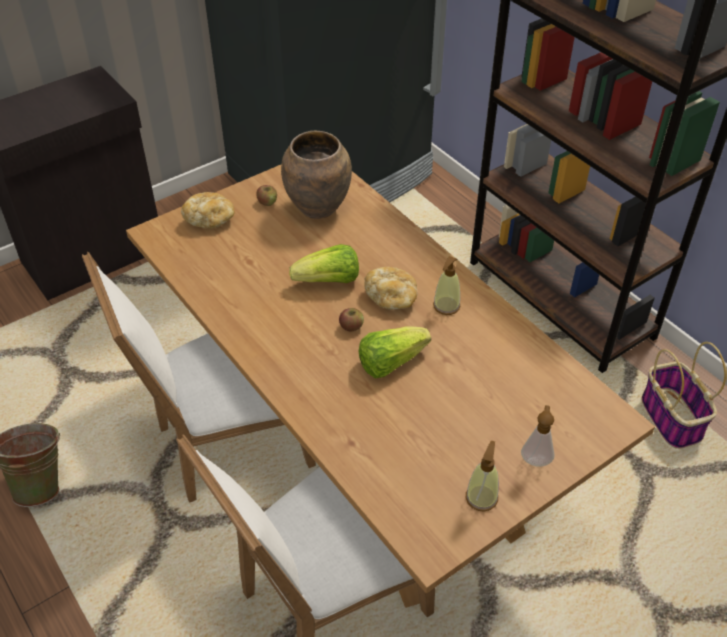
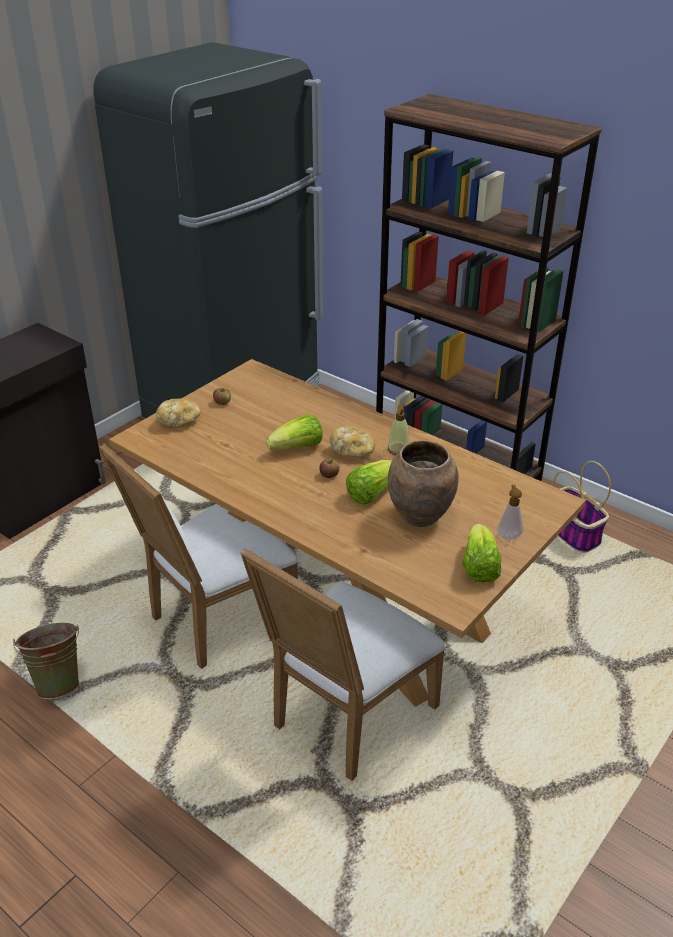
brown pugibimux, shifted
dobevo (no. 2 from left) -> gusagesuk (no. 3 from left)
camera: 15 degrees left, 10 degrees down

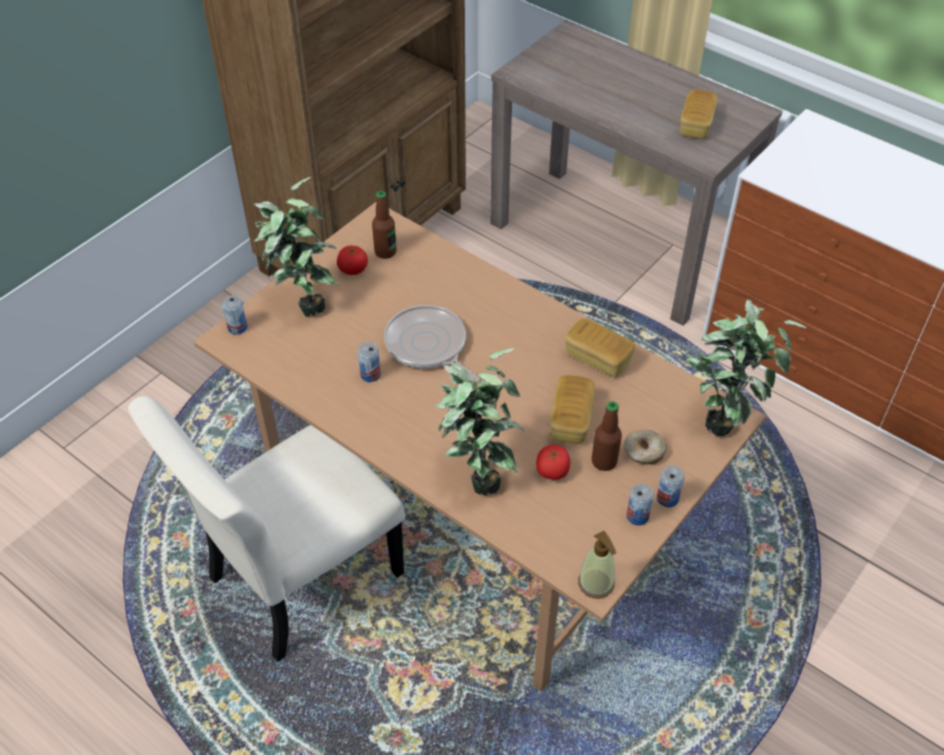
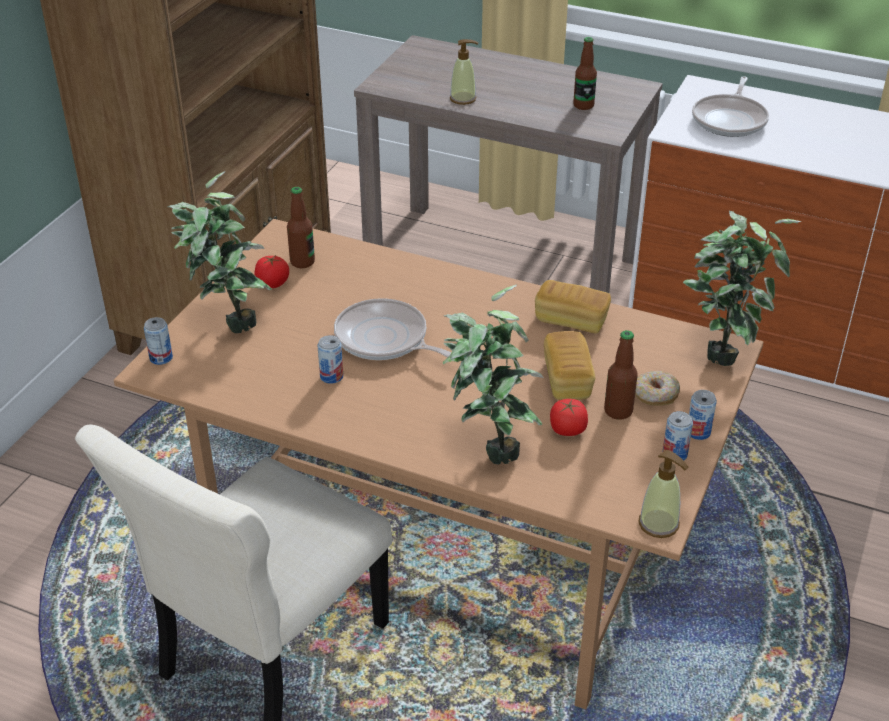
none -> dobevo (no. 1 from left)
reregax (no. 3 from left) -> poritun (no. 2 from left)
none -> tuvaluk (no. 2 from left)
camera: 15 degrees left, 10 degrees down

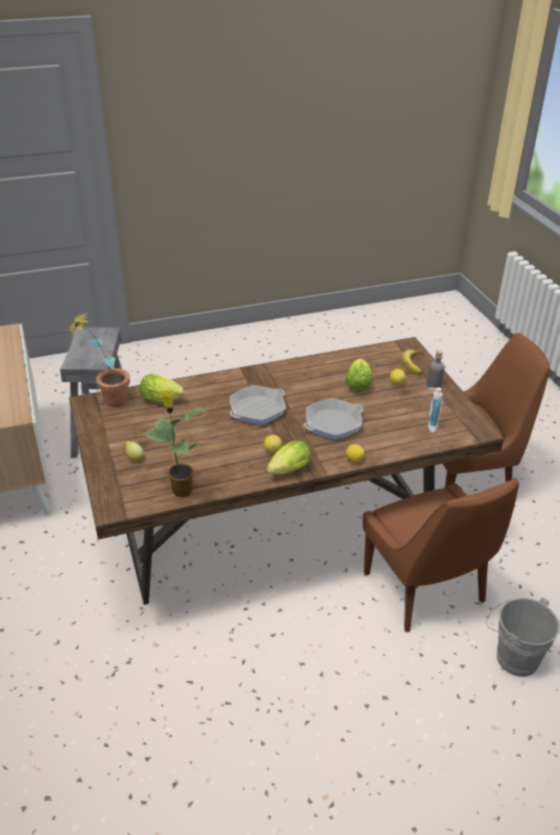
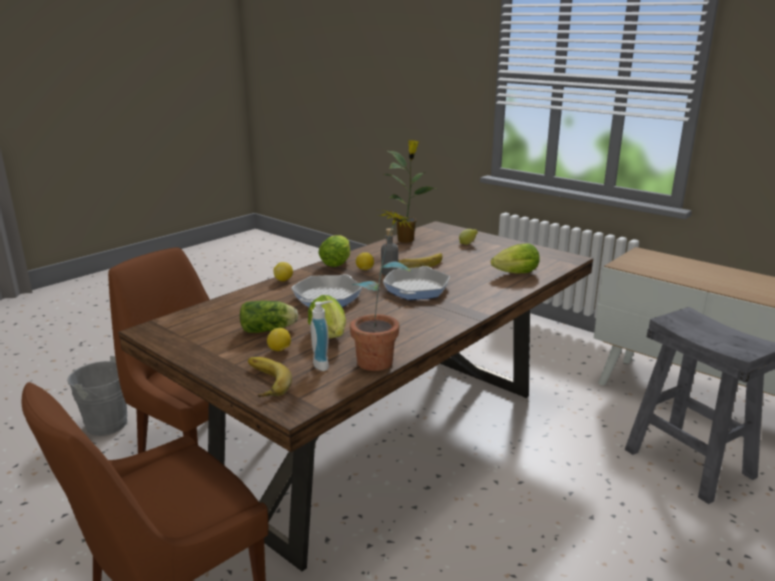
none -> gusagesuk (no. 1 from left)
dobevo, shifted
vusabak (no. 1 from left), shifted
grey poritun, shifted
none -> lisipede (no. 2 from left)
camera: 150 degrees right, 15 degrees down

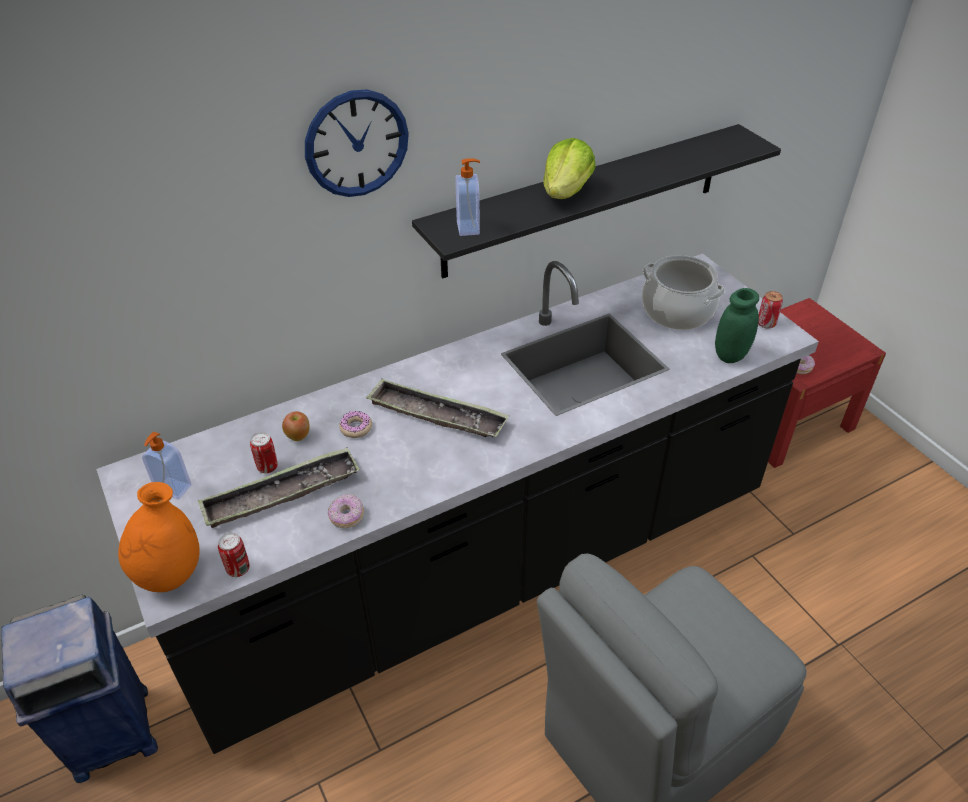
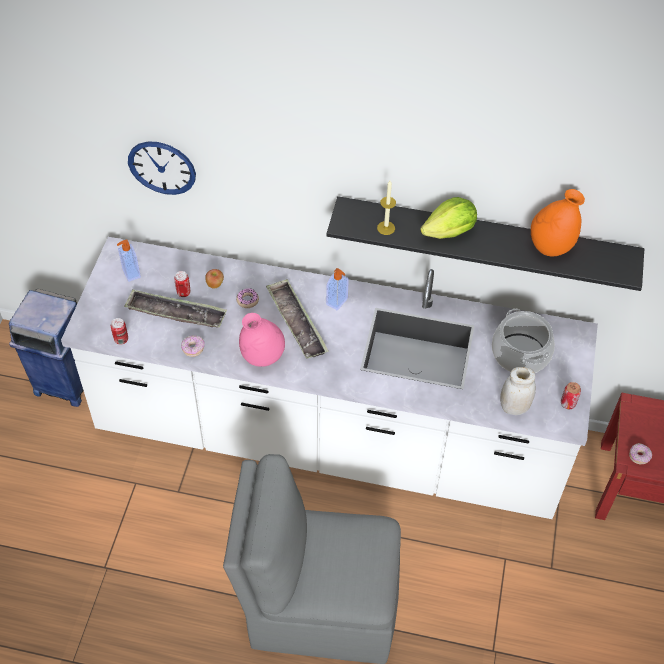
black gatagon -> white gatagon
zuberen, shifted
none -> pink pugibimux
dobevo (no. 2 from left), shifted
none -> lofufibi
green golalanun -> white golalanun
orange pugibimux, shifted
camera: 40 degrees right, 10 degrees up

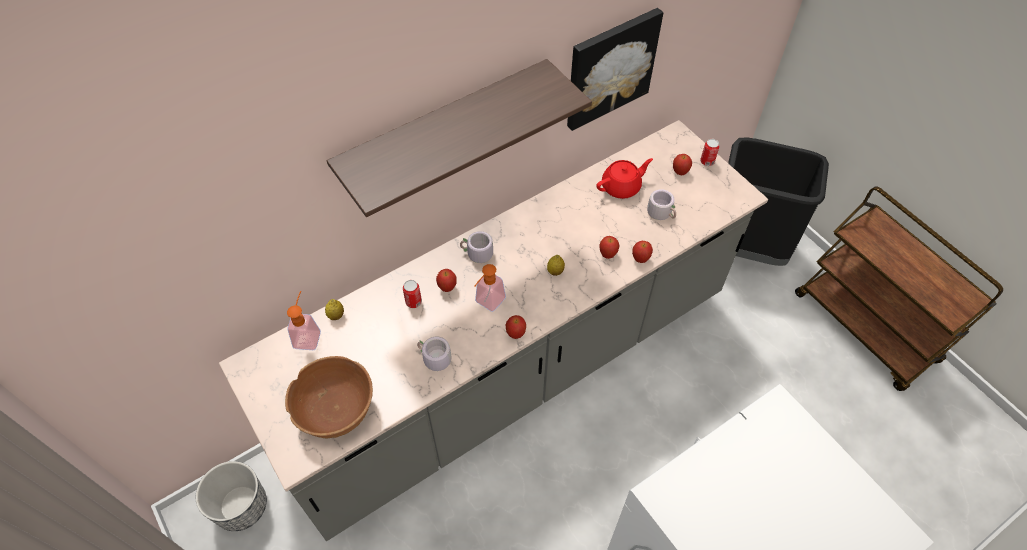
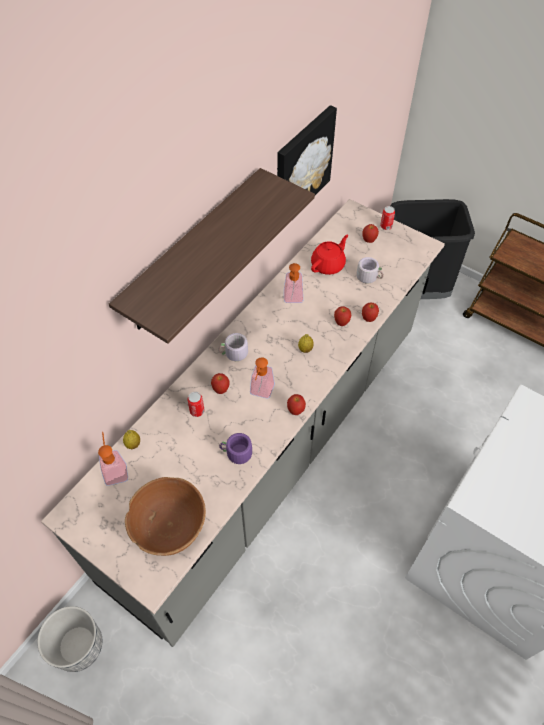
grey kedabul (no. 1 from left) -> purple kedabul
none -> dobevo (no. 3 from left)
camera: 20 degrees left, 0 degrees up

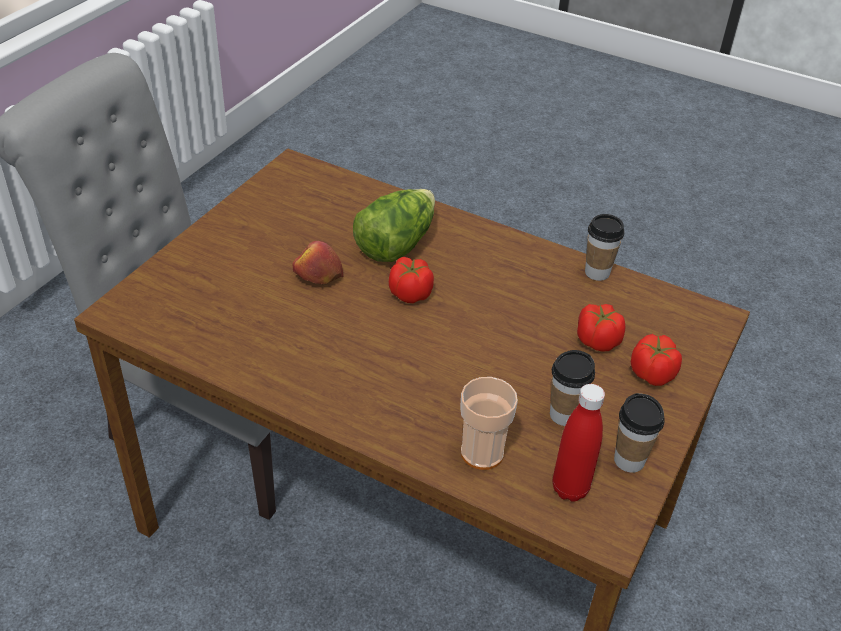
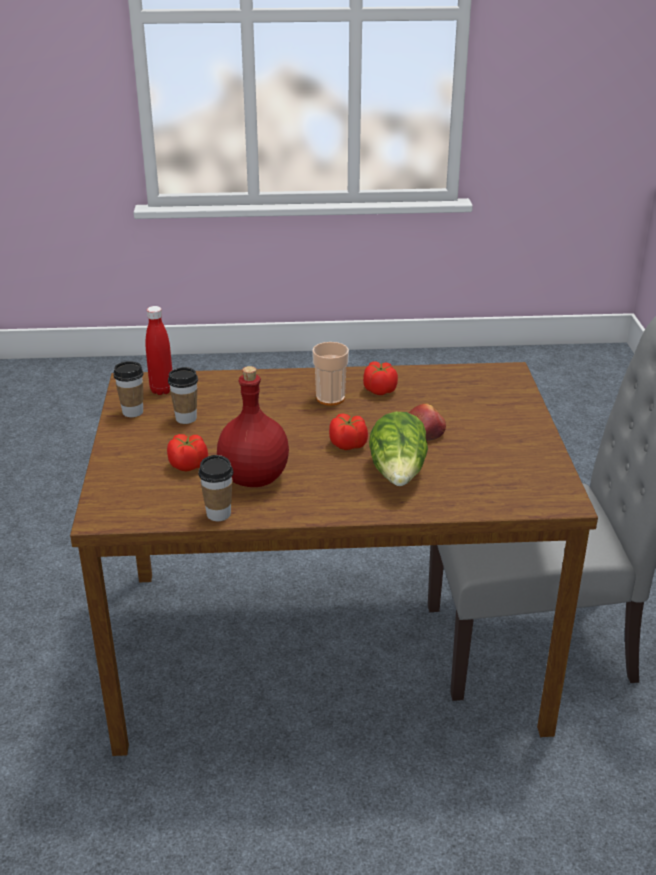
none -> red poritun (no. 2 from left)
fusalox (no. 1 from left in the first image) -> fusalox (no. 4 from left), shifted
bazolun (no. 3 from left), shifted
camera: 150 degrees right, 10 degrees down

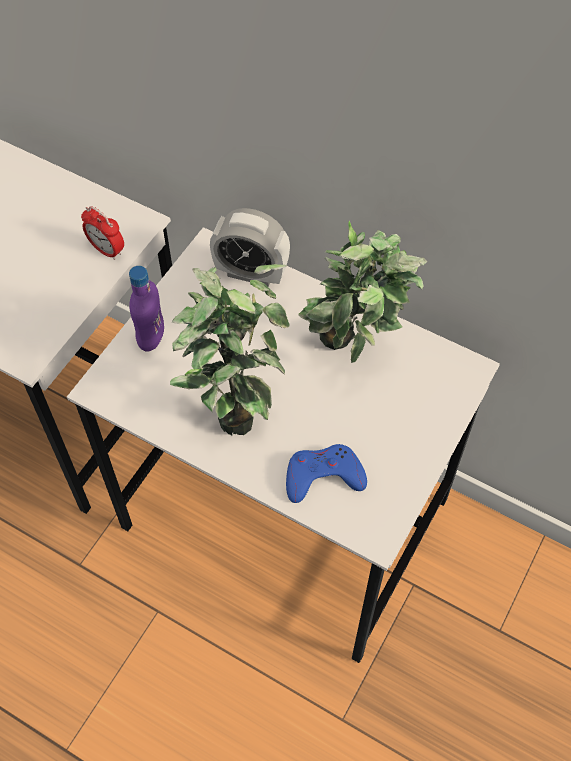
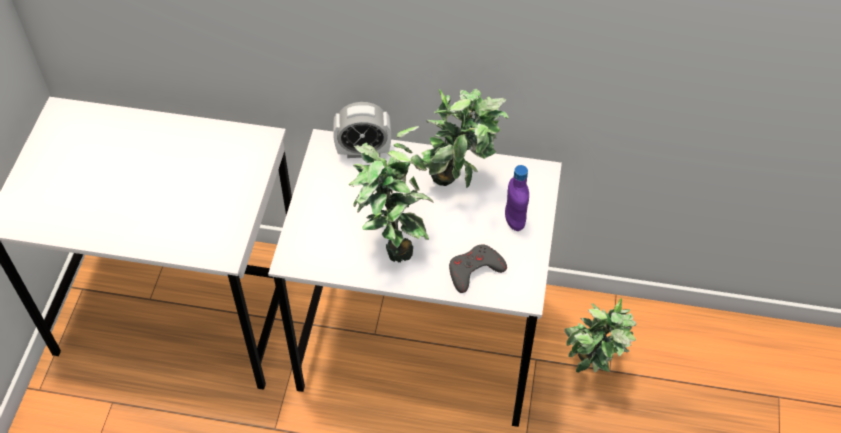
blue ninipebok -> grey ninipebok
purple poritun, shifted
none -> vusabak (no. 3 from left)
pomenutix (no. 1 from left) -> none
camera: 20 degrees left, 5 degrees down

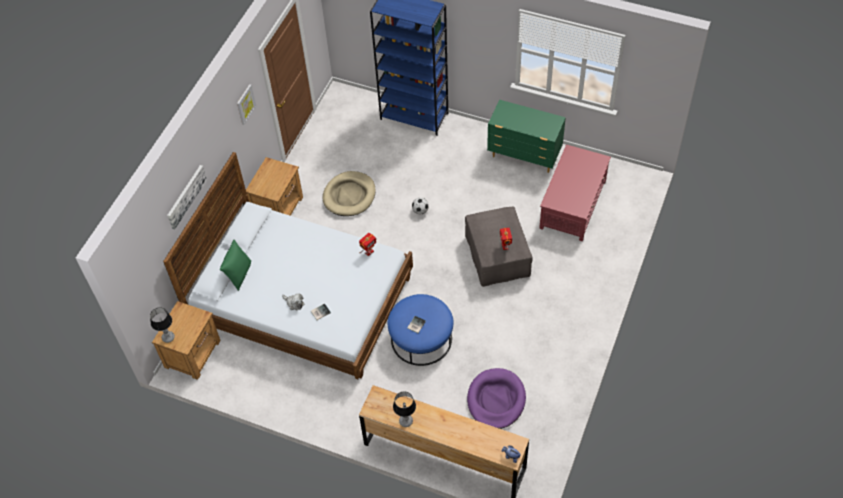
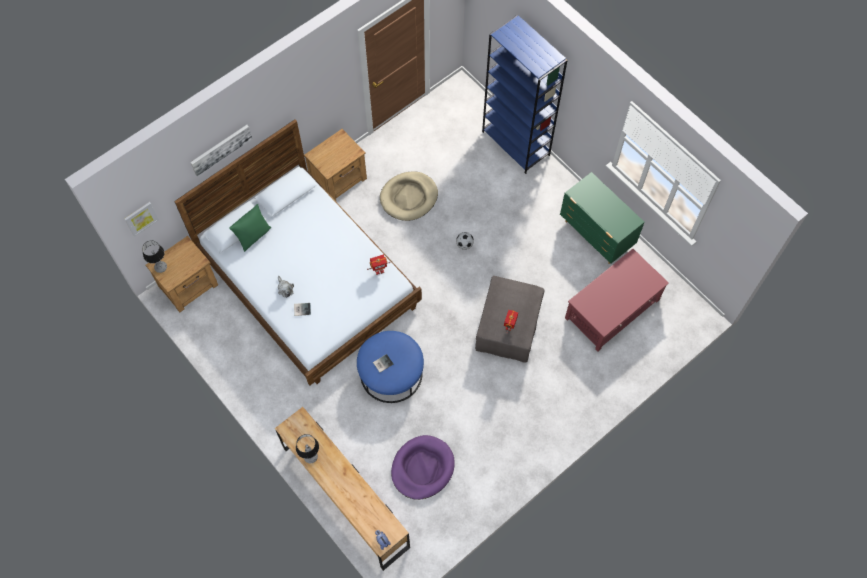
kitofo (no. 2 from left in the first image) -> kitofo (no. 1 from left), shifted
camera: 25 degrees right, 10 degrees up

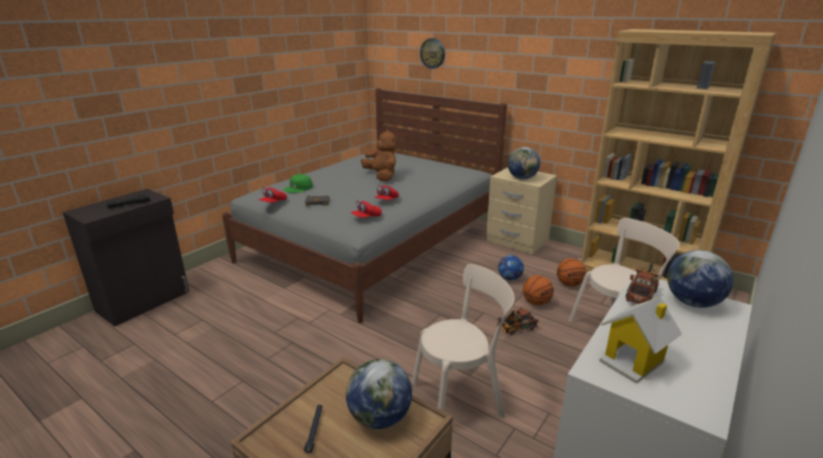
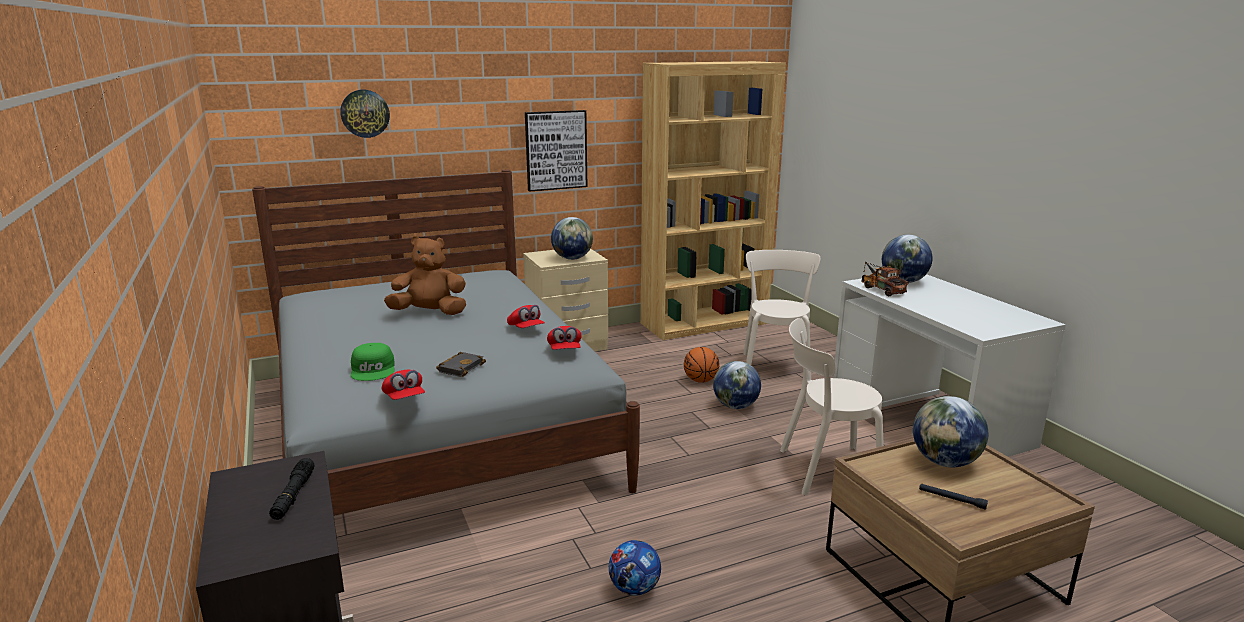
none -> kitofo
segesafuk, shifted
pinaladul (no. 1 from left) -> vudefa (no. 2 from left)
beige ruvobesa (no. 1 from left in the first image) -> beige ruvobesa (no. 2 from left), 105 degrees counterclockwise
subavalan (no. 2 from left) -> none
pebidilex -> none
camera: 60 degrees left, 5 degrees down

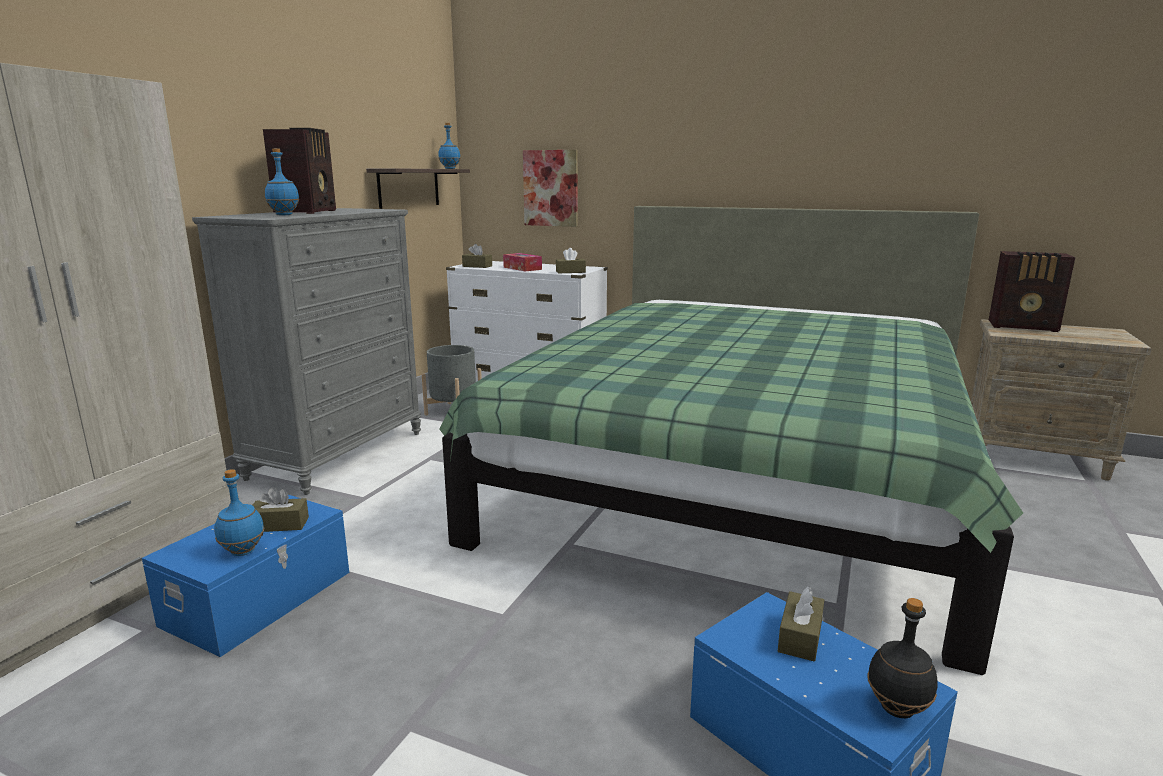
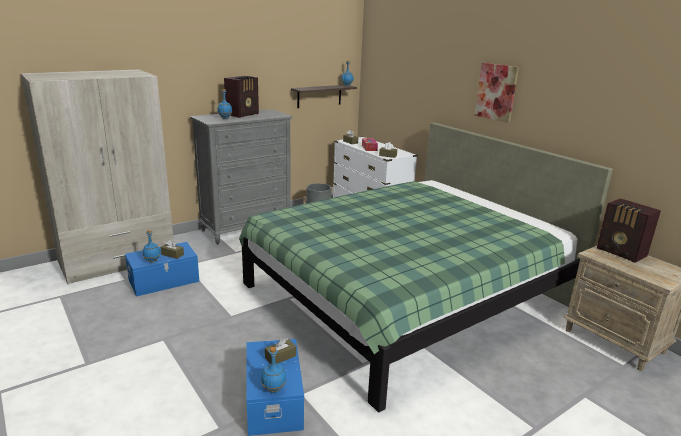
black poritun -> blue poritun (no. 3 from left)
kitofo, shifted
camera: 30 degrees right, 5 degrees up

